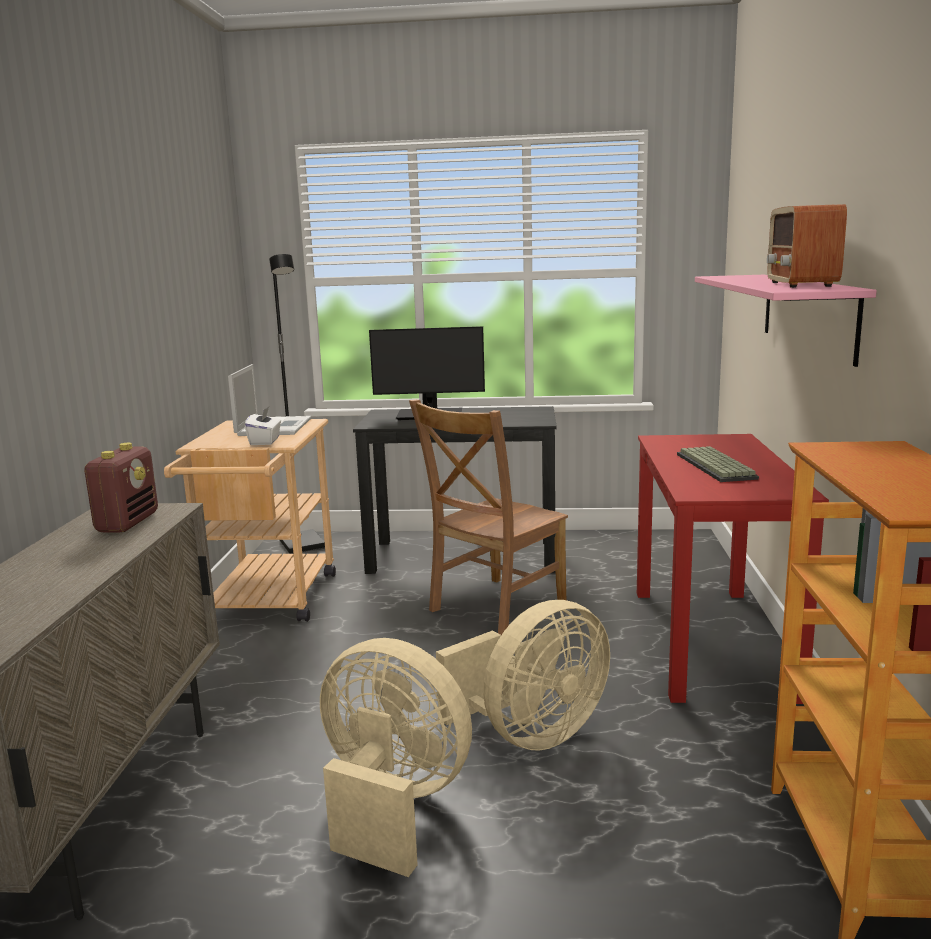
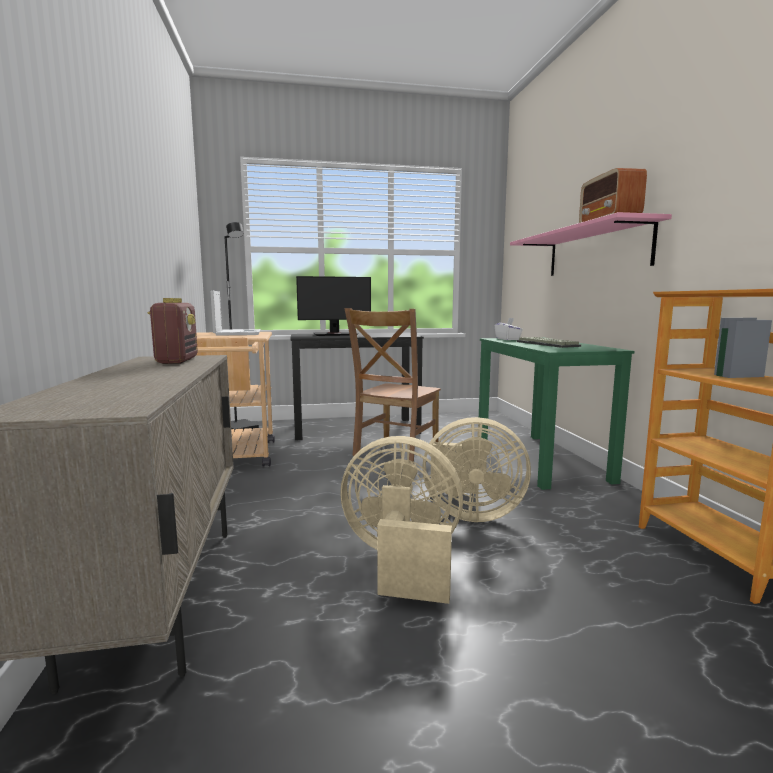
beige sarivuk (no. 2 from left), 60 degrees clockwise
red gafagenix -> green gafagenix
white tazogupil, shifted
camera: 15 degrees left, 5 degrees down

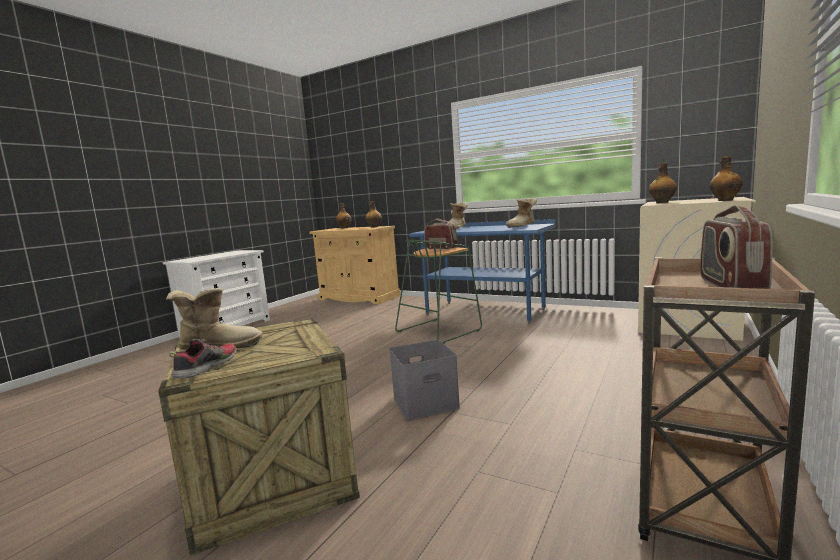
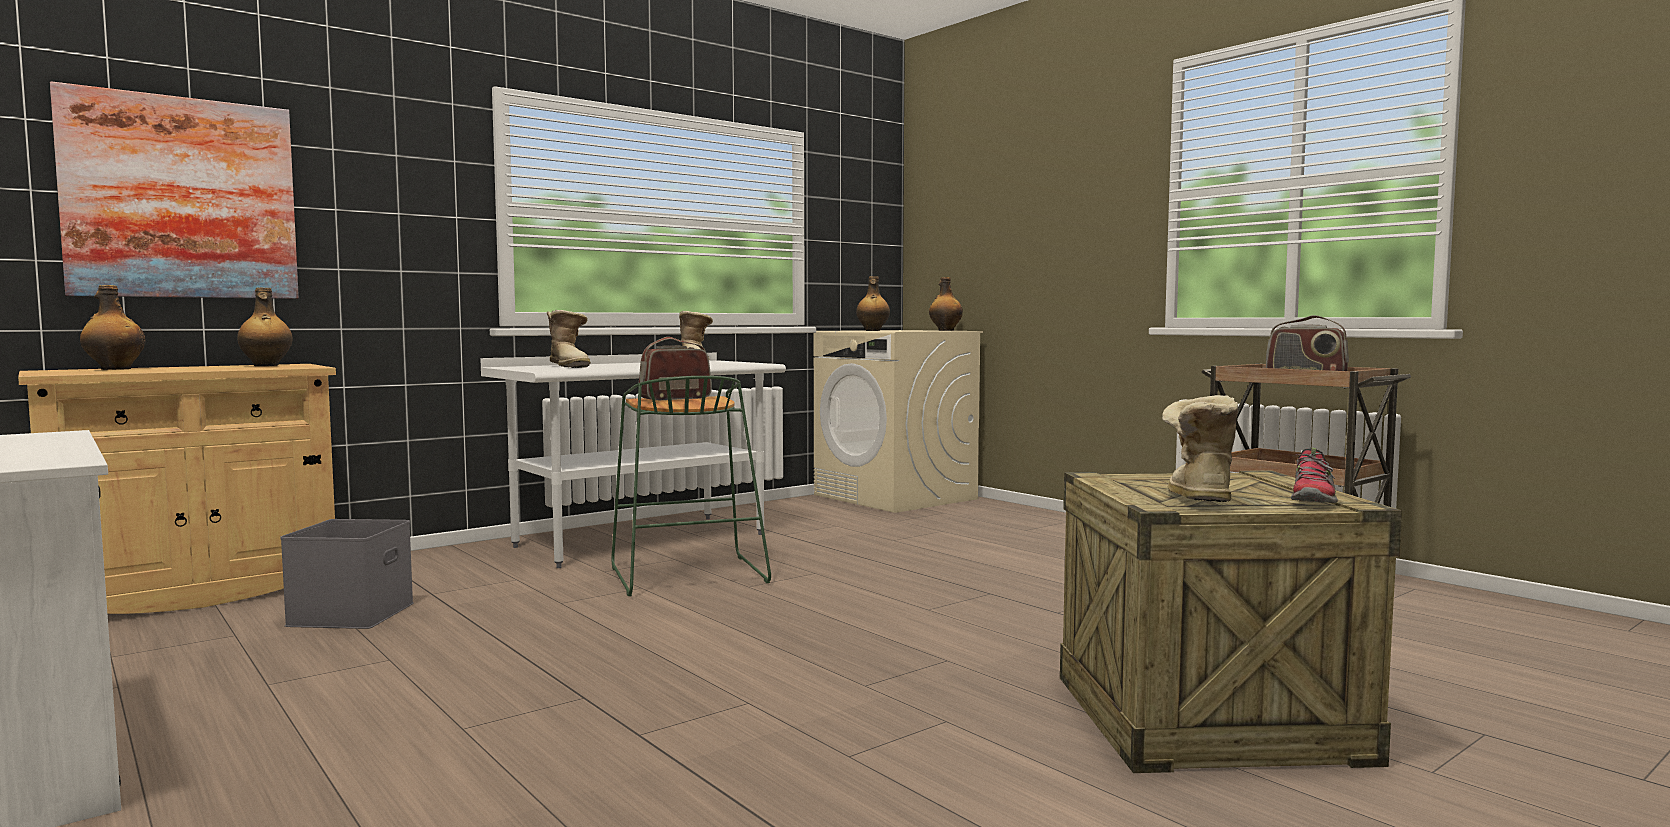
none -> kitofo
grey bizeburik, shifted
blue gafagenix -> white gafagenix
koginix, 105 degrees counterclockwise
camera: 70 degrees left, 5 degrees down

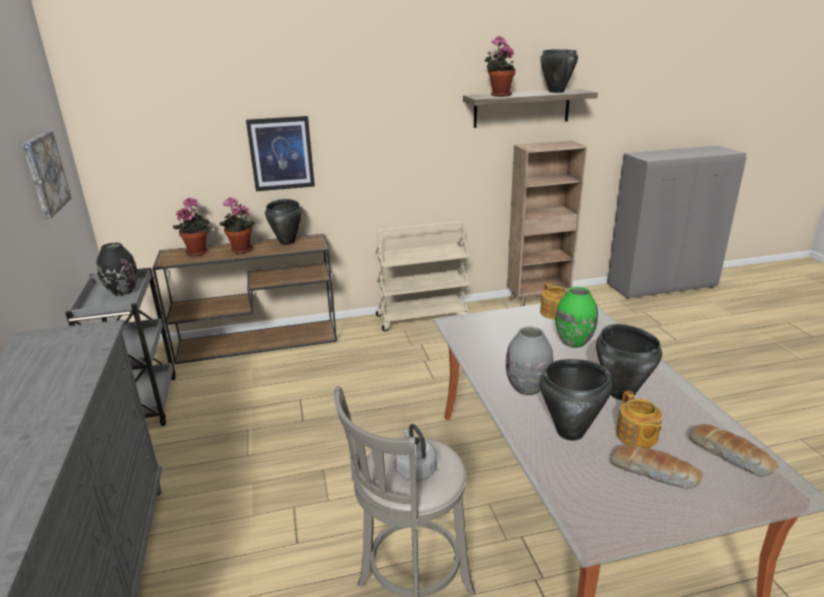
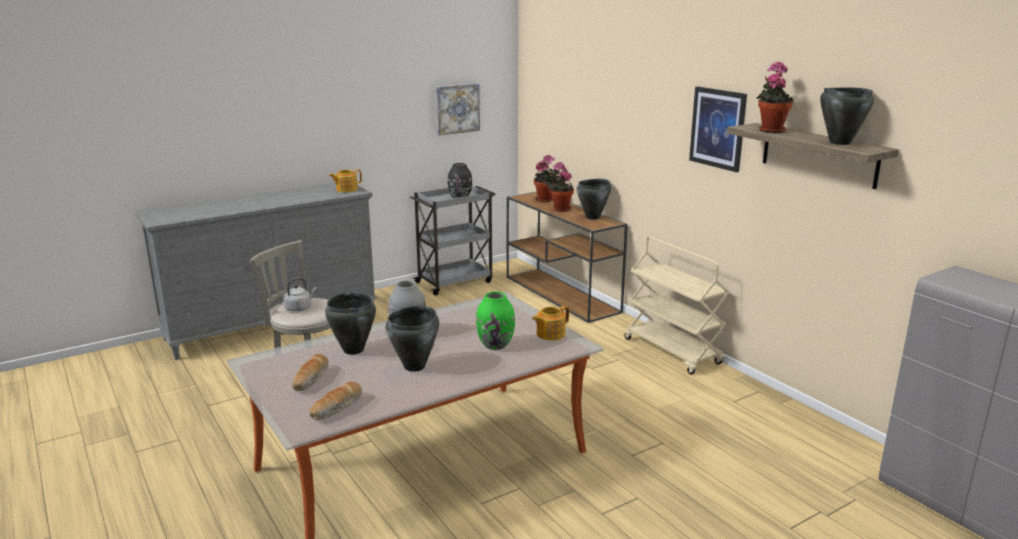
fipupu (no. 2 from left in the first image) -> fipupu (no. 1 from left), shifted
kitofo (no. 2 from left), shifted
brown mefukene -> none
camera: 70 degrees right, 5 degrees down

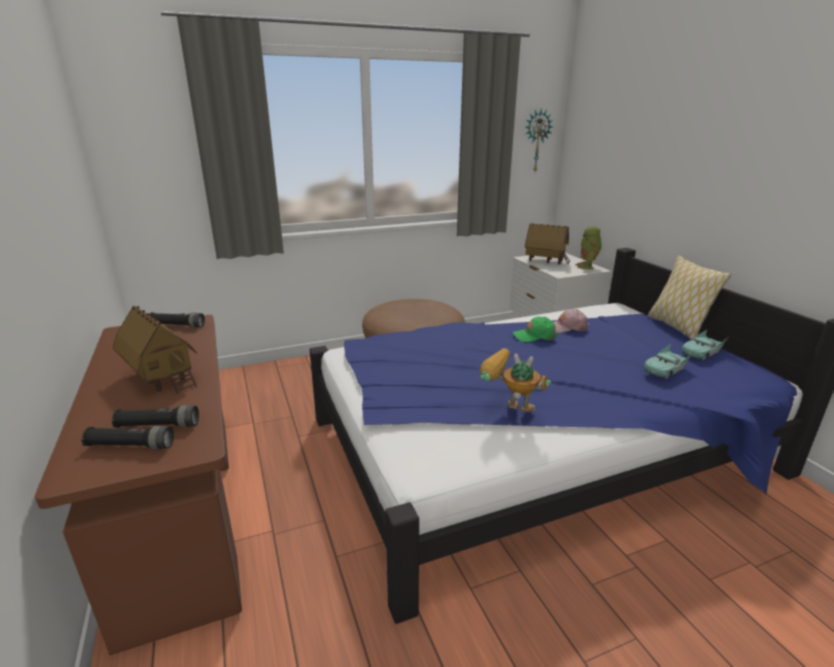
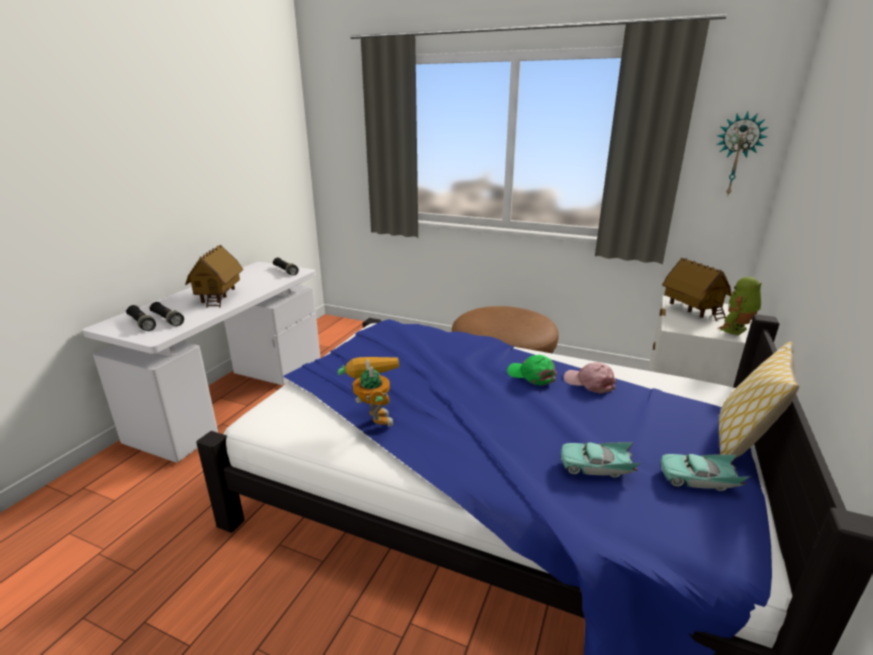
brown gafagenix -> white gafagenix
camera: 45 degrees right, 0 degrees up

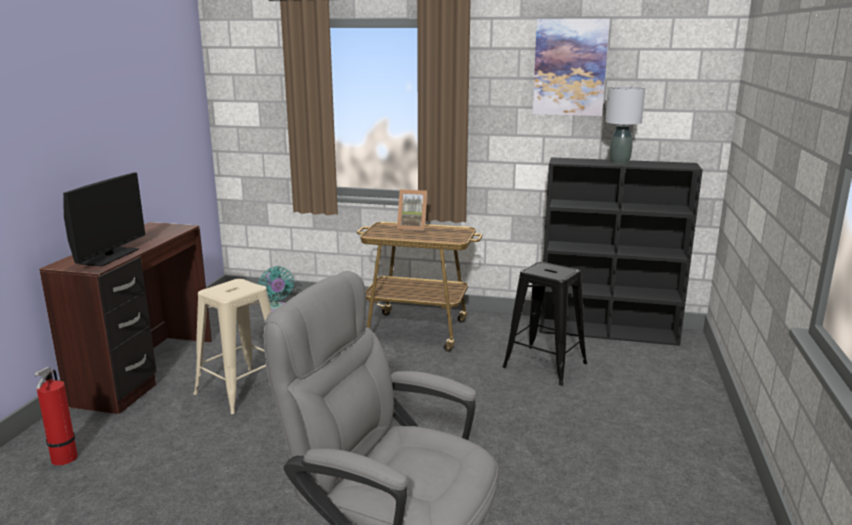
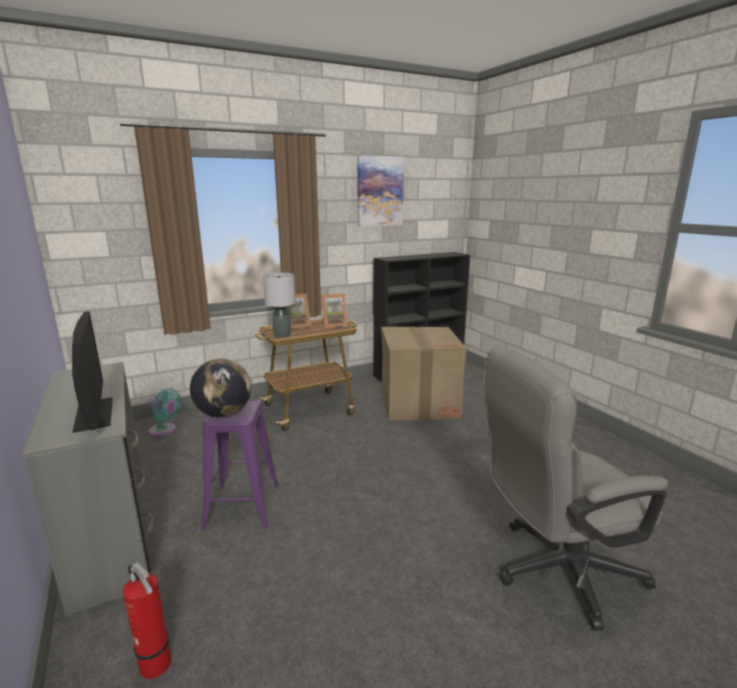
brown gafagenix -> grey gafagenix
none -> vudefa
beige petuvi -> purple petuvi
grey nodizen, shifted
none -> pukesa (no. 2 from left)
black petuvi -> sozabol
camera: 40 degrees left, 0 degrees up

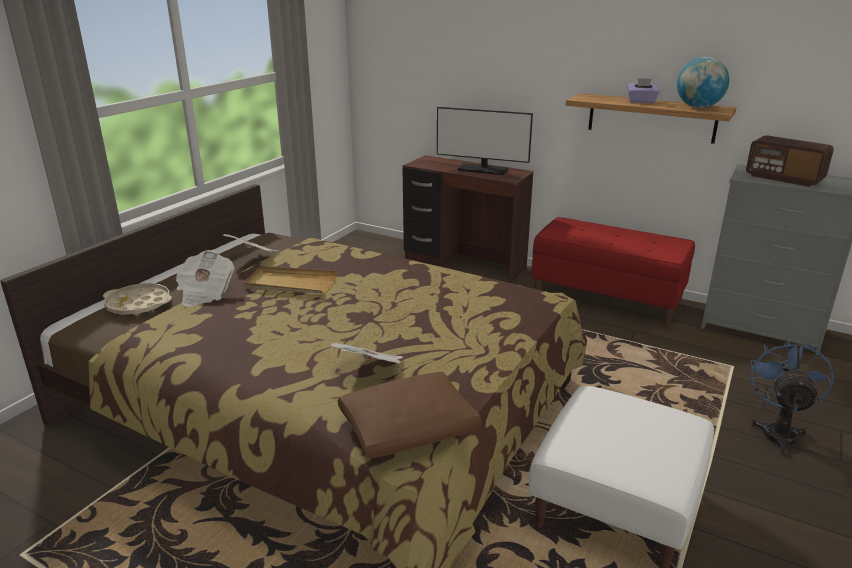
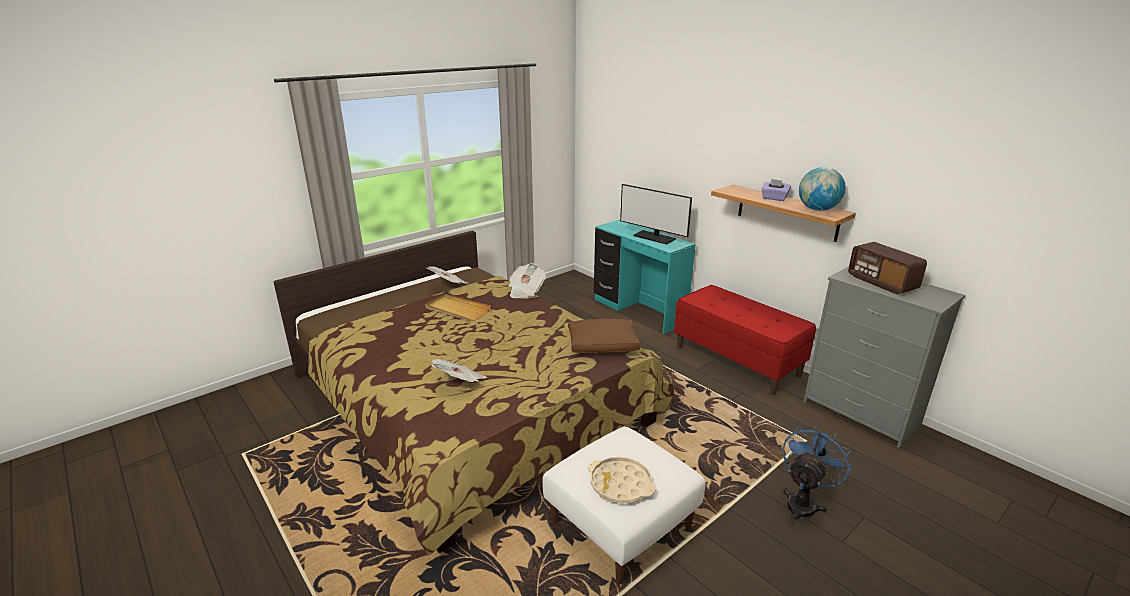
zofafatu (no. 1 from left in the first image) -> zofafatu (no. 3 from left), shifted
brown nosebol, shifted
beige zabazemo (no. 1 from left in the first image) -> beige zabazemo (no. 2 from left), shifted
brown gafagenix -> turquoise gafagenix
camera: 20 degrees right, 0 degrees up

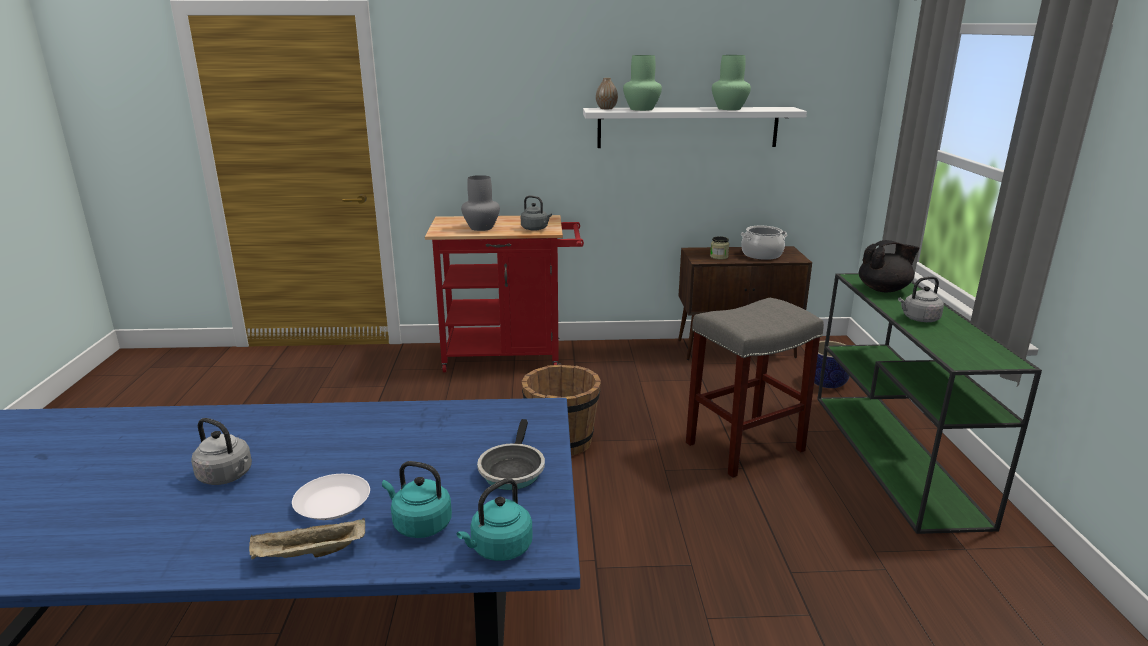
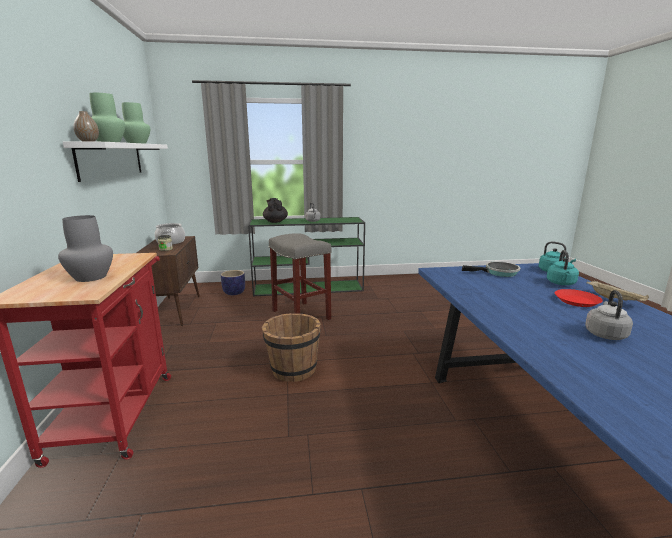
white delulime -> red delulime
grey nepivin (no. 2 from left) -> none
camera: 95 degrees left, 5 degrees down

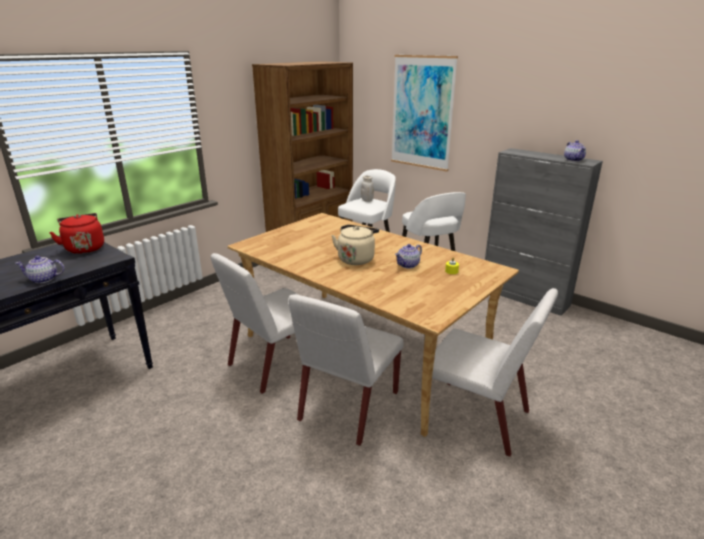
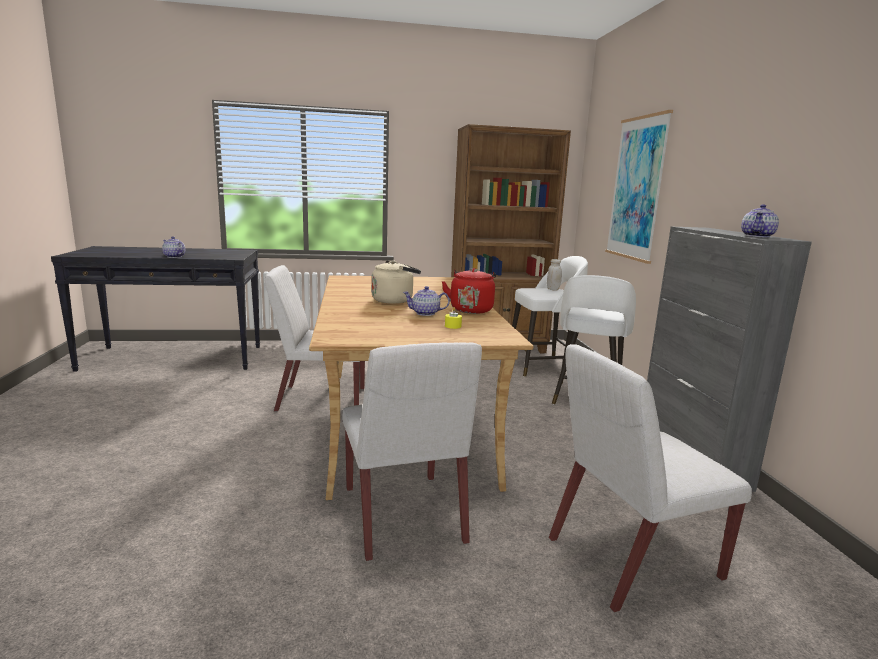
red nepivin, shifted
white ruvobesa (no. 2 from left in the first image) -> white ruvobesa (no. 3 from left), shifted
camera: 40 degrees right, 10 degrees down

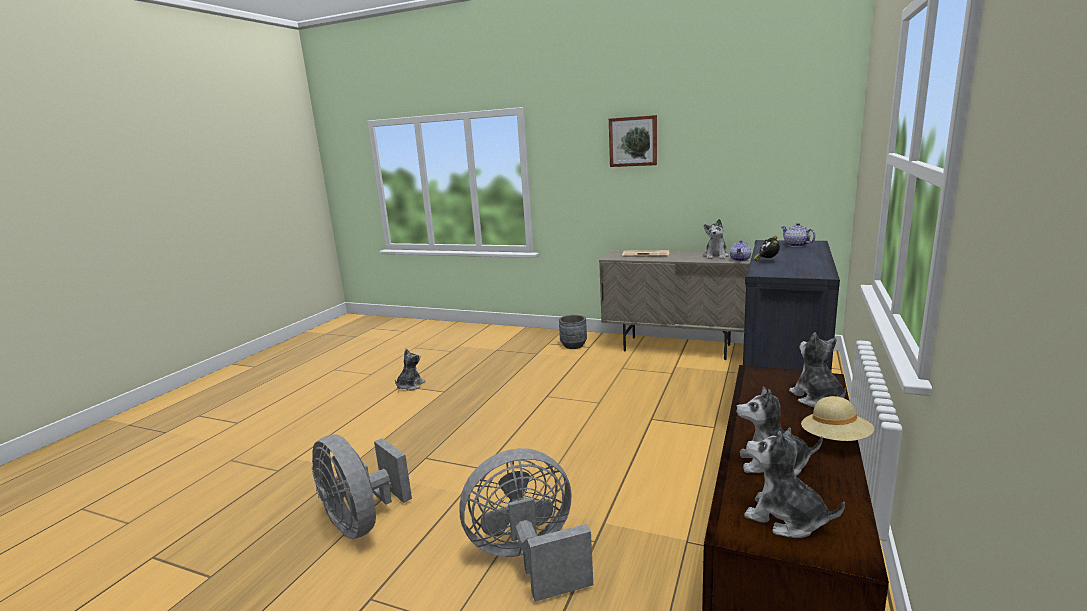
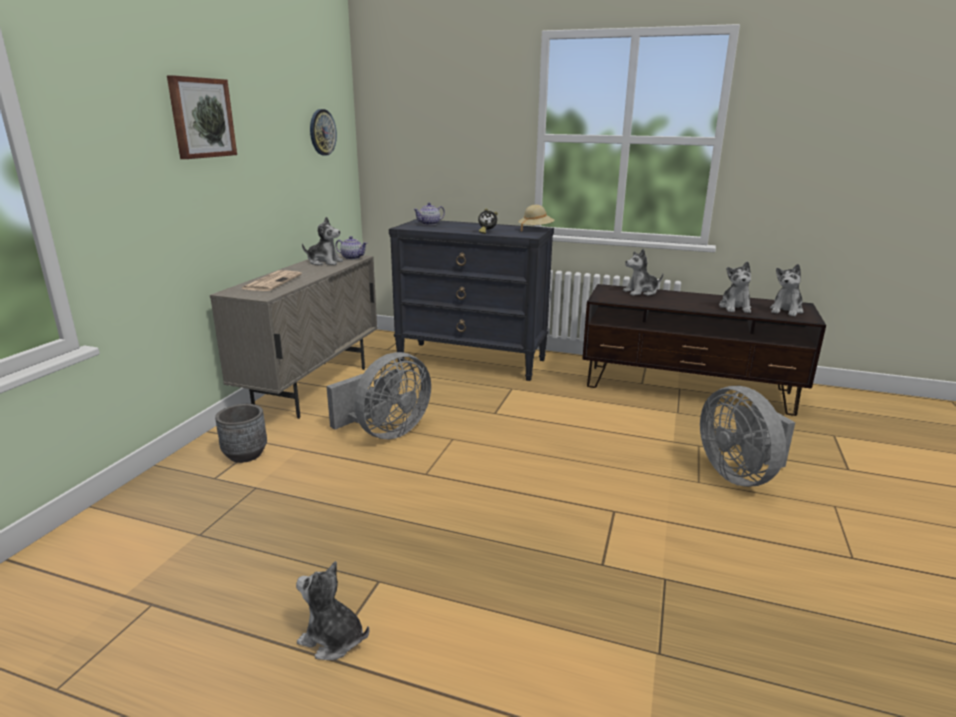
none -> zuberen
grey sarivuk (no. 1 from left), shifted
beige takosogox, shifted
camera: 95 degrees left, 5 degrees up

